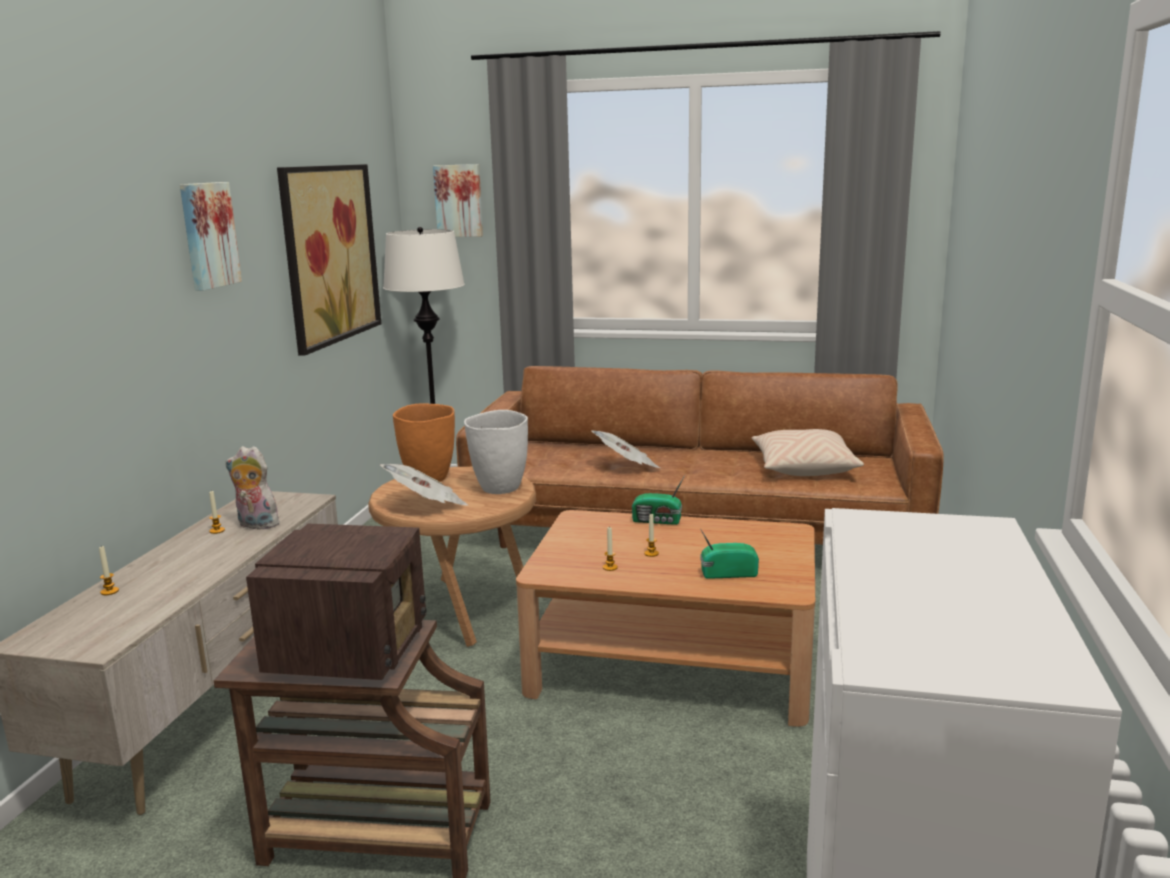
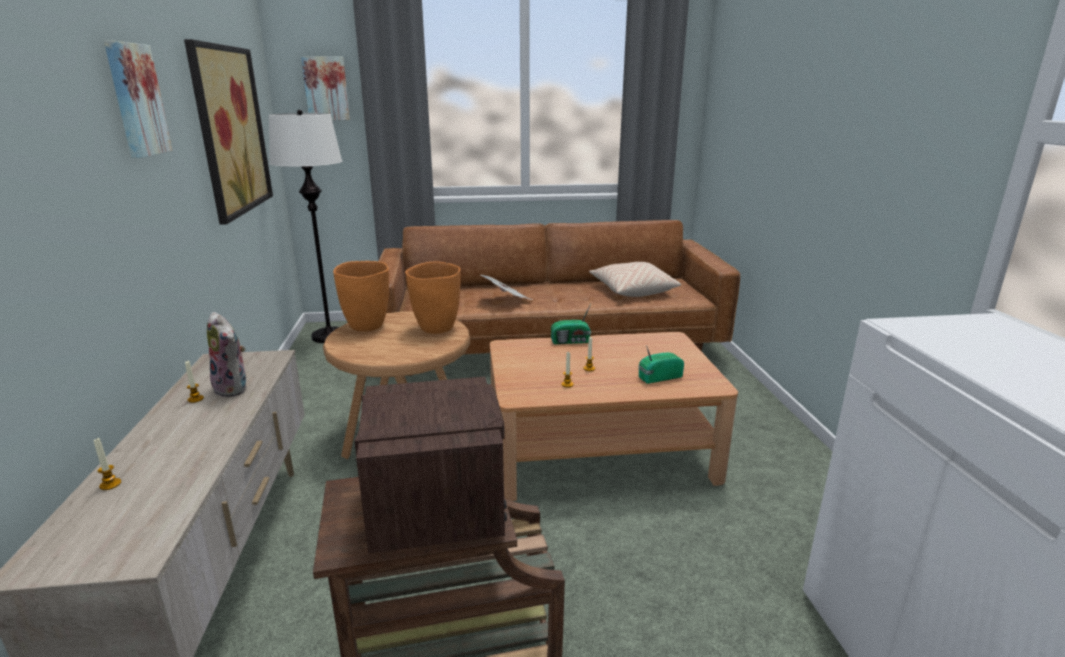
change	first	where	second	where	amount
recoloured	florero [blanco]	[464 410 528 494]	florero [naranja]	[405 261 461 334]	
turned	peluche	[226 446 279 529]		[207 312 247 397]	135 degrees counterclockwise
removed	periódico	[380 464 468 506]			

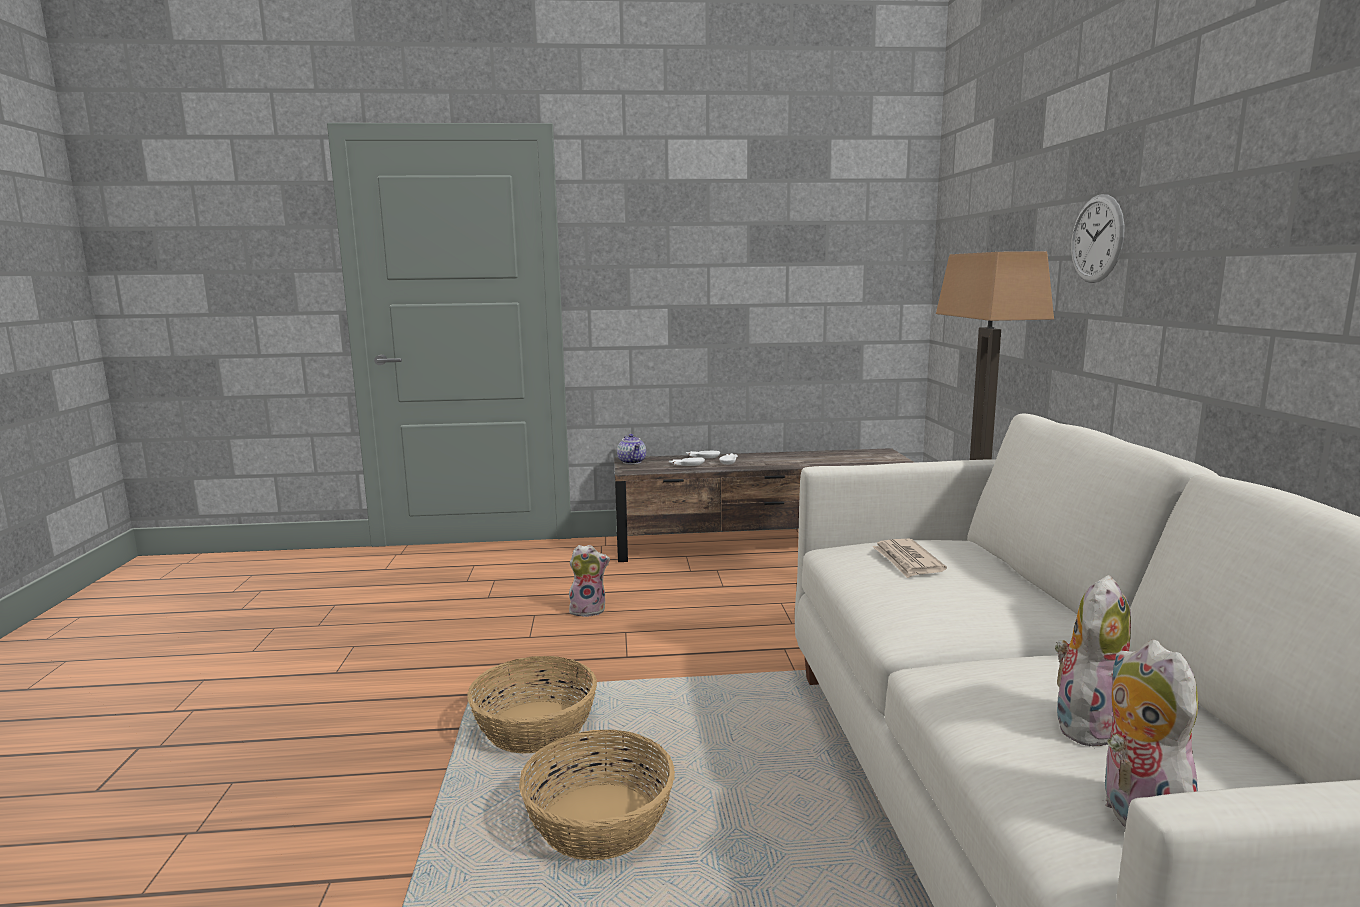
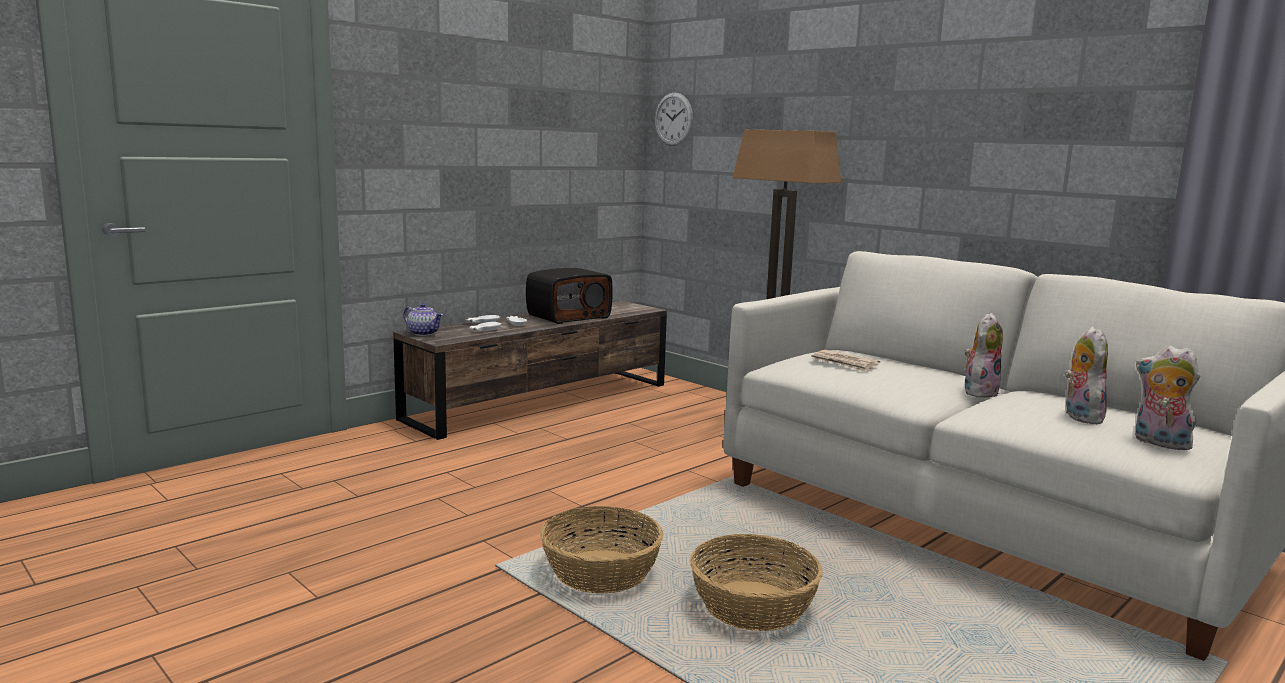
change	first	where	second	where	amount
moved	reloj de pared	[1071 194 1125 283]		[655 93 693 146]	
moved	peluche	[569 545 610 617]		[965 313 1003 398]	
added			radio	[526 268 613 324]	

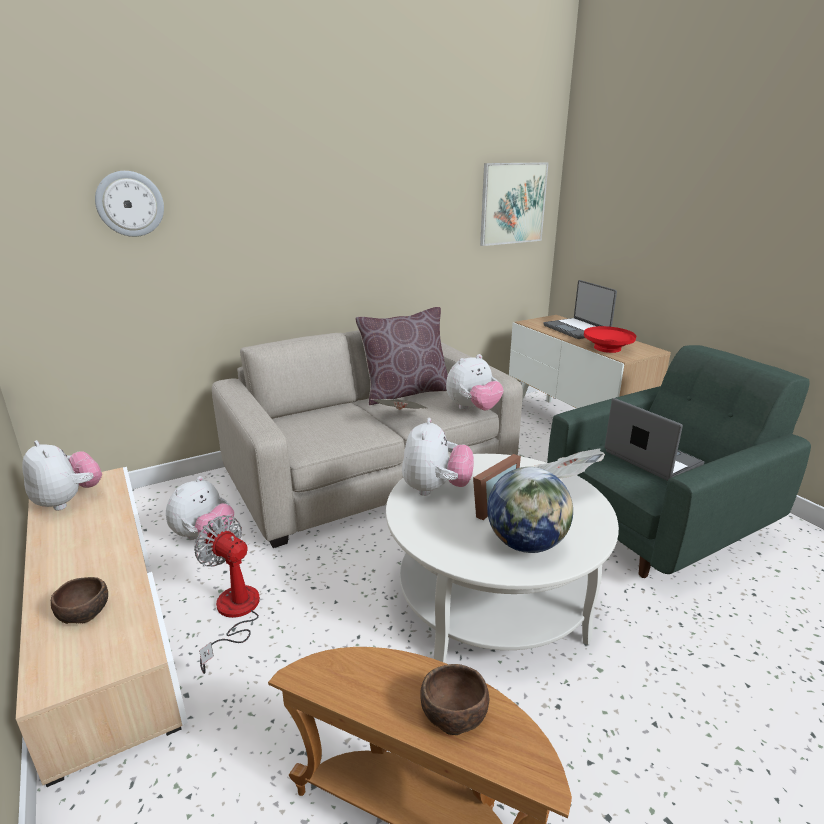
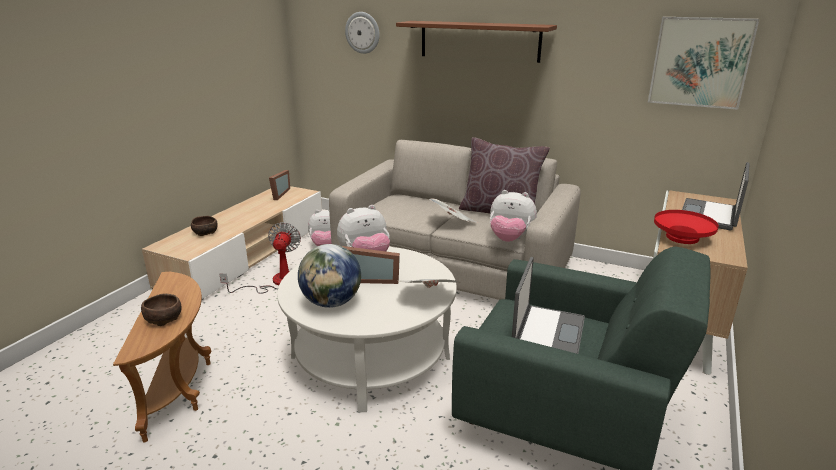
change	first	where	second	where	amount
replaced	peluche	[22 440 102 510]	portarretratos	[269 170 290 200]	
added			estante [marrón]	[396 21 557 63]	

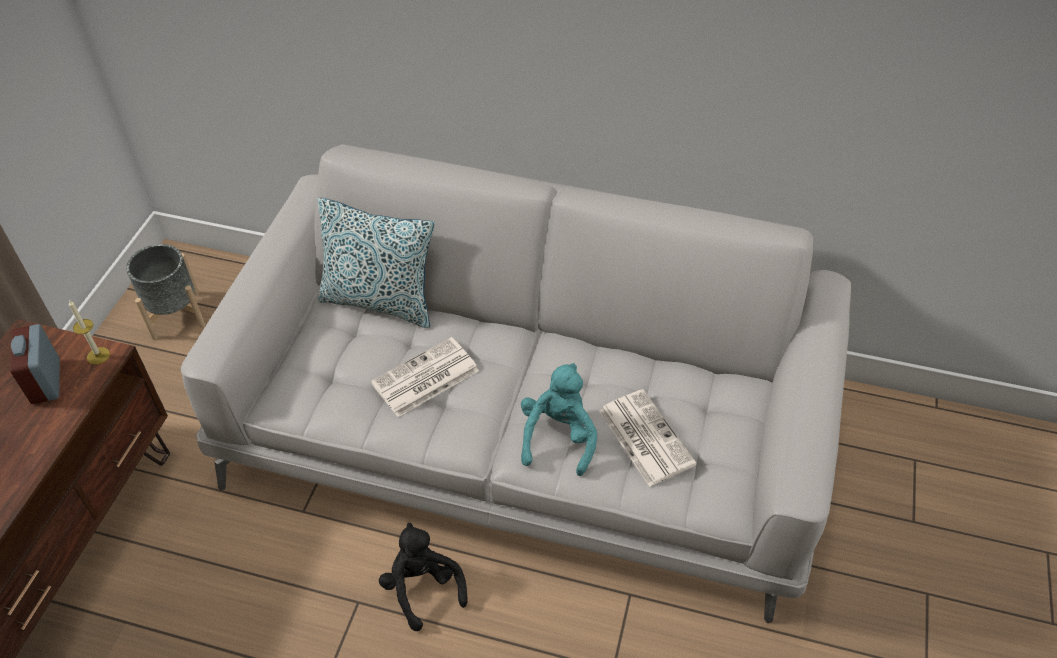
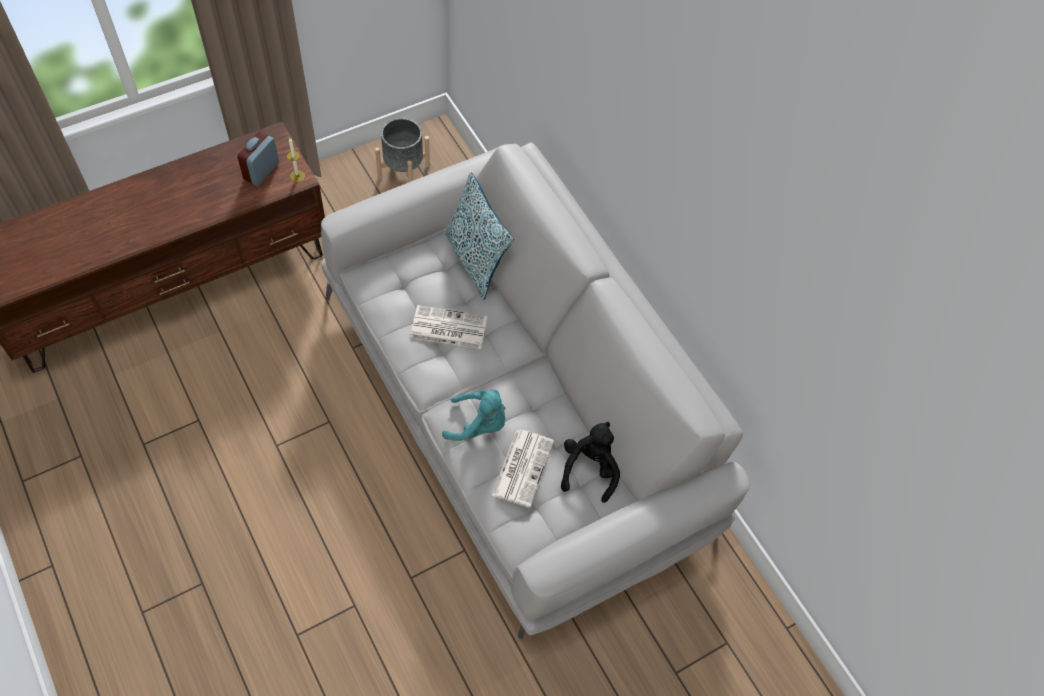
change	first	where	second	where	amount
turned	peluche [turquesa]	[521 363 597 476]		[442 389 506 441]	45 degrees clockwise
moved	peluche [negro]	[379 523 468 631]		[561 422 620 503]	

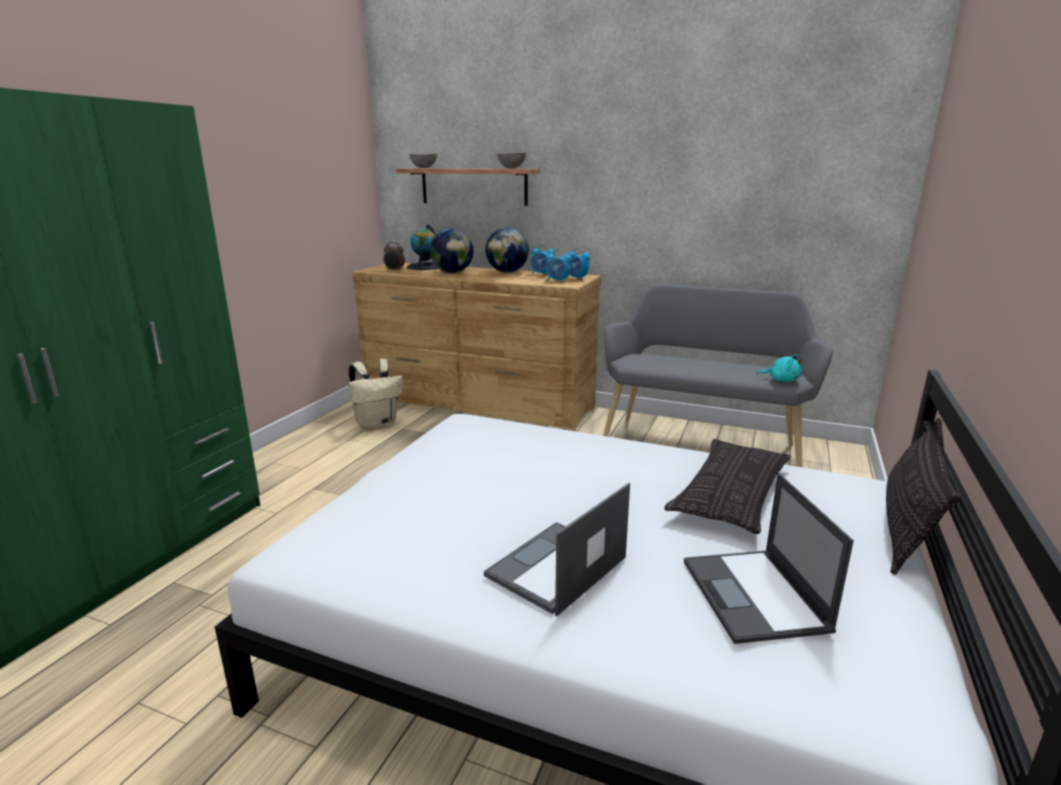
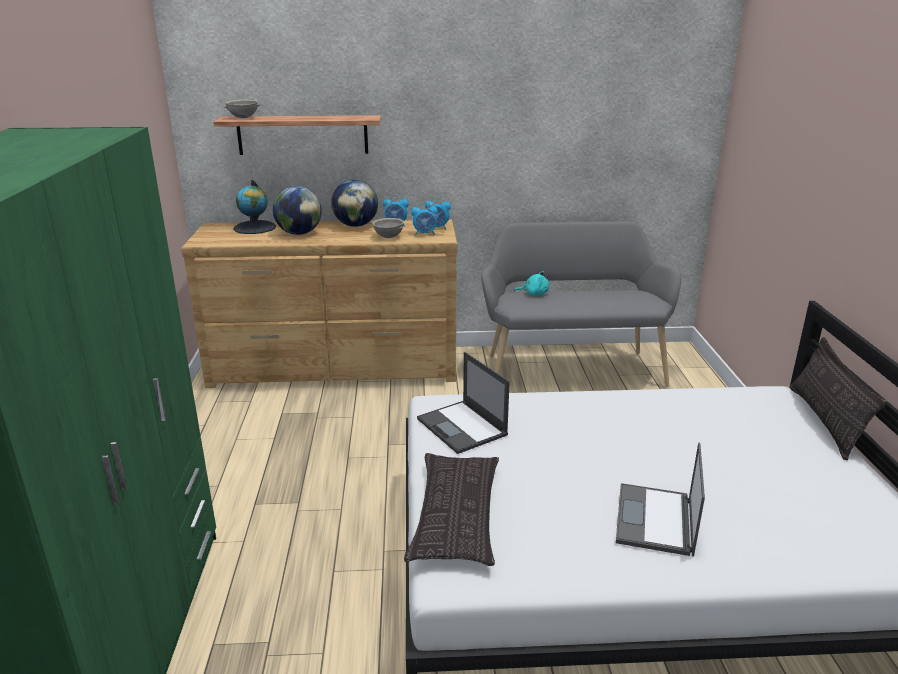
change	first	where	second	where	amount
moved	cuenco [gris]	[496 152 526 169]		[372 218 404 238]	
removed	despertador	[383 242 405 272]			
moved	peluche [turquesa]	[757 354 803 382]		[514 271 550 295]	
removed	mochila [beis]	[349 358 403 431]			
moved	cojín	[664 439 791 534]		[404 453 499 566]	
moved	portátil	[684 473 854 644]		[417 352 510 454]	

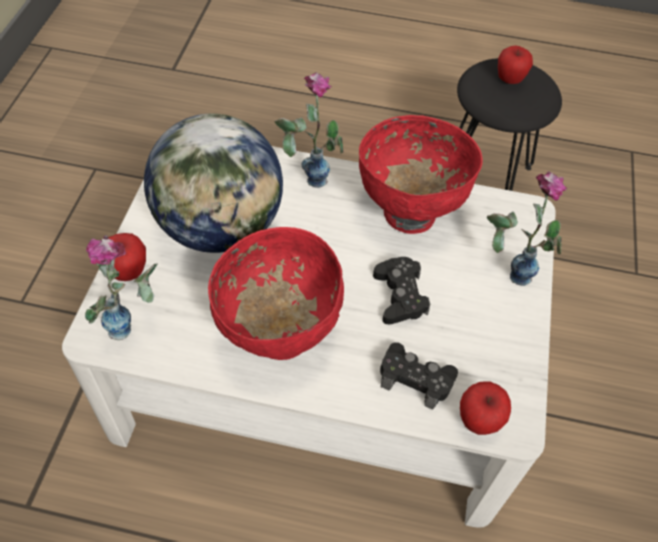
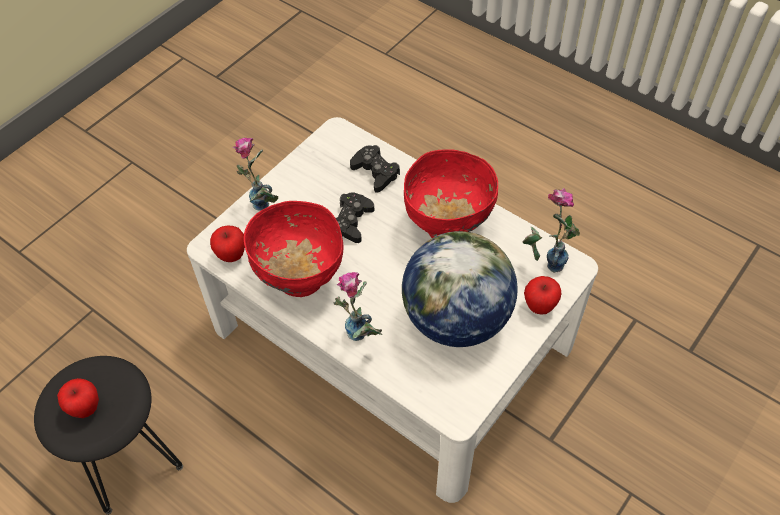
change	first	where	second	where	amount
moved	manzana	[460 381 511 435]		[210 226 245 262]	

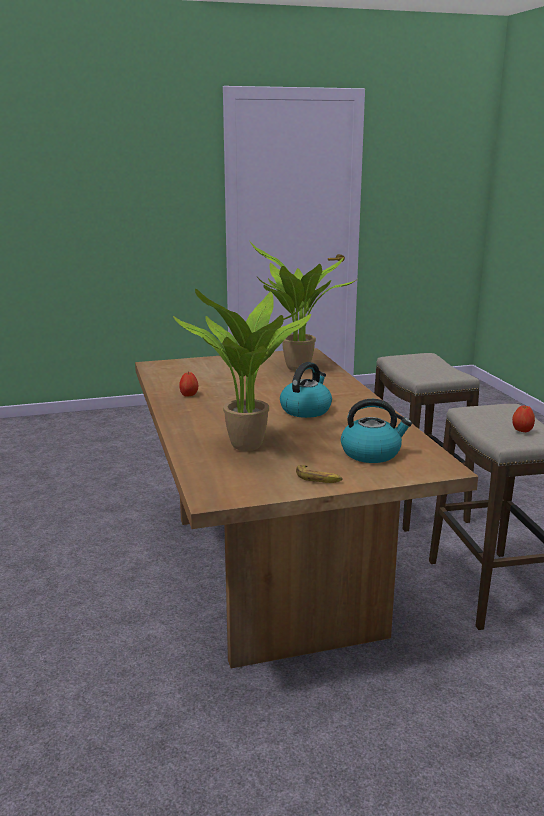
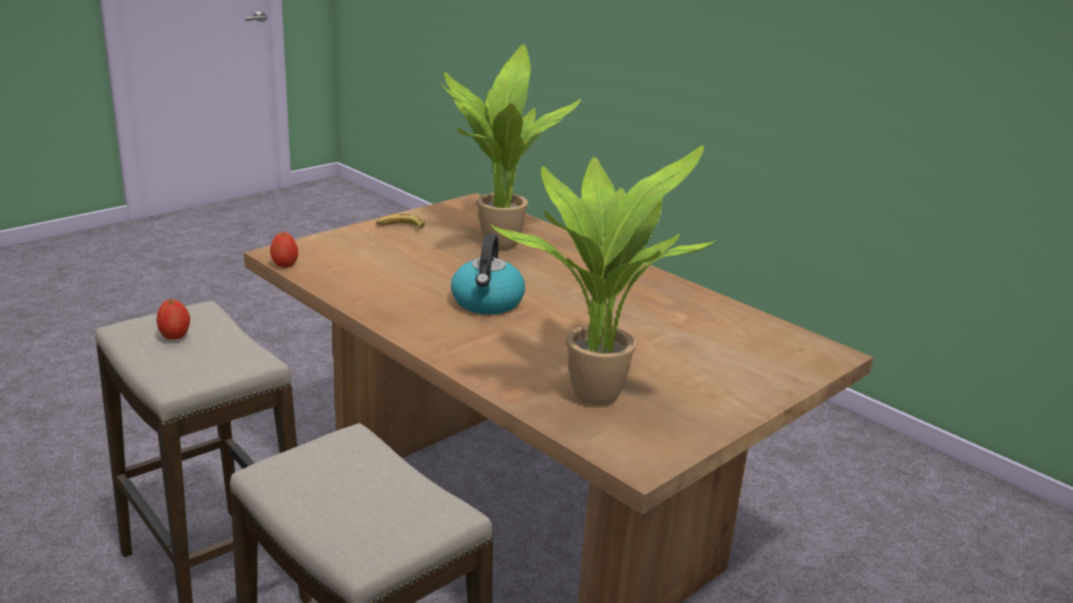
change	first	where	second	where	amount
moved	manzana	[179 372 198 397]		[270 232 298 268]	
removed	hervidor	[341 399 412 463]			

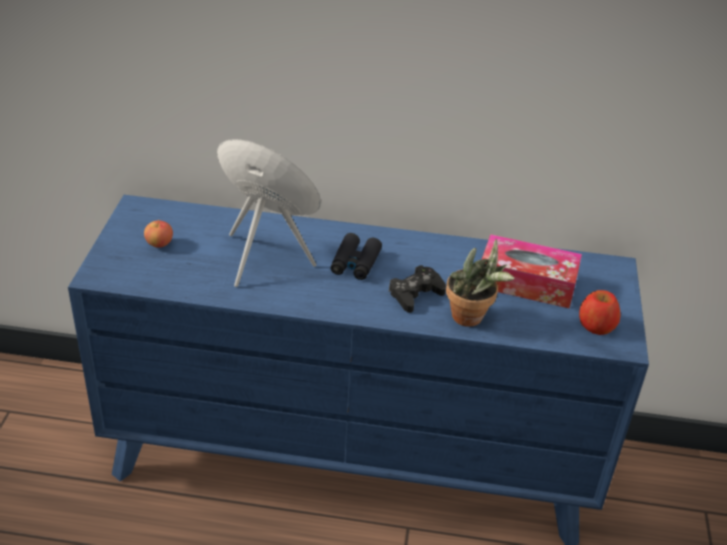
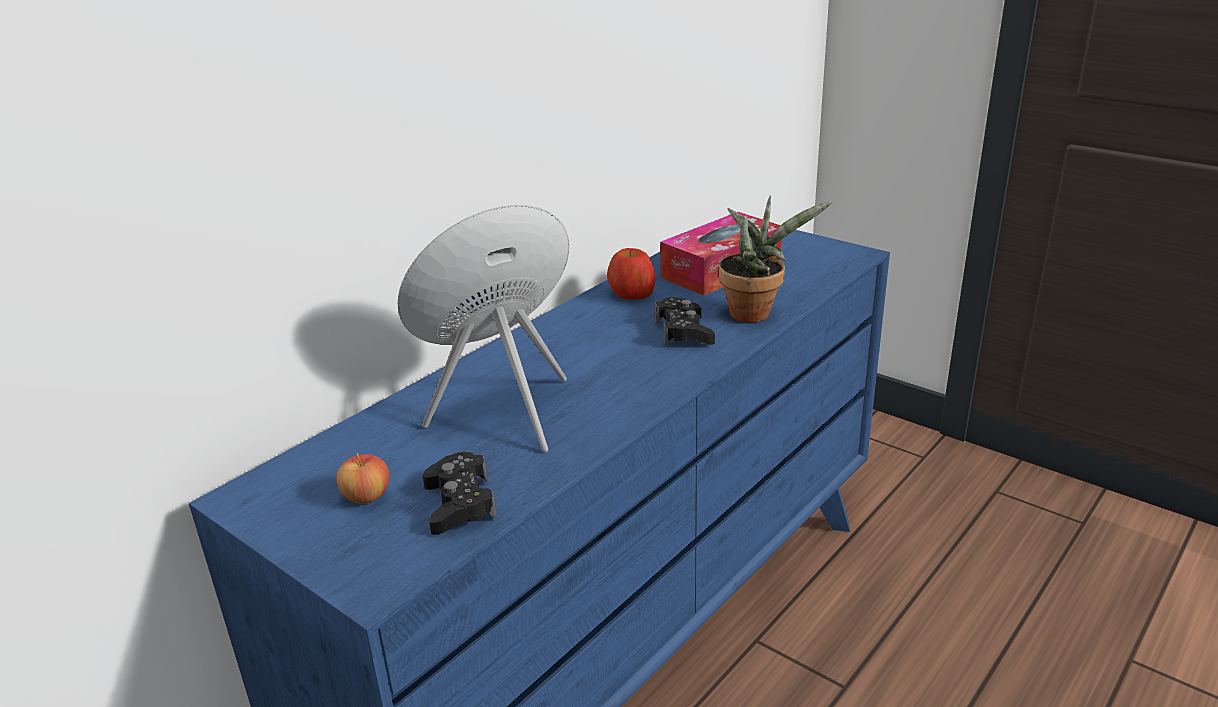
change	first	where	second	where	amount
removed	prismáticos [negro]	[330 233 382 280]			
moved	manzana	[579 290 621 335]		[607 248 655 300]	
added			mando de consola [negro]	[423 452 497 535]	

